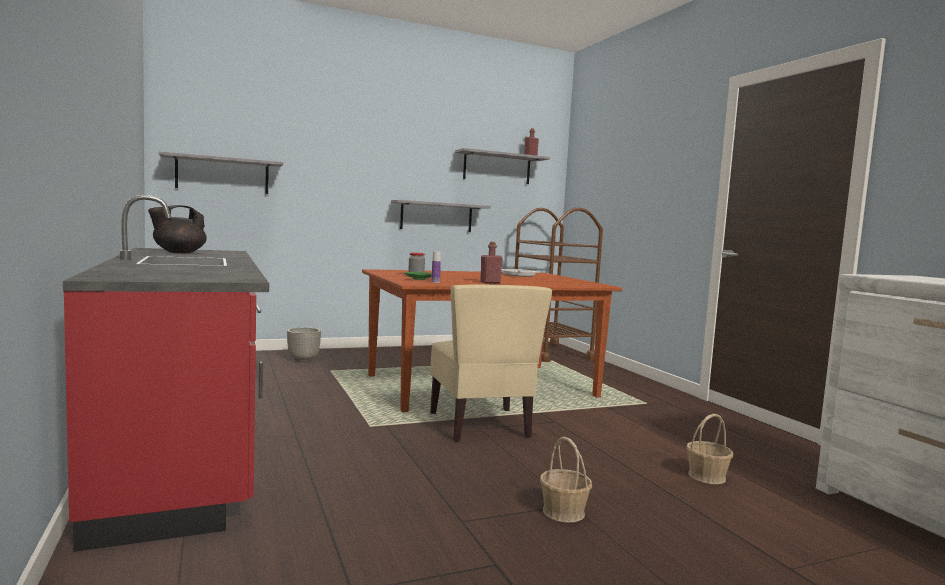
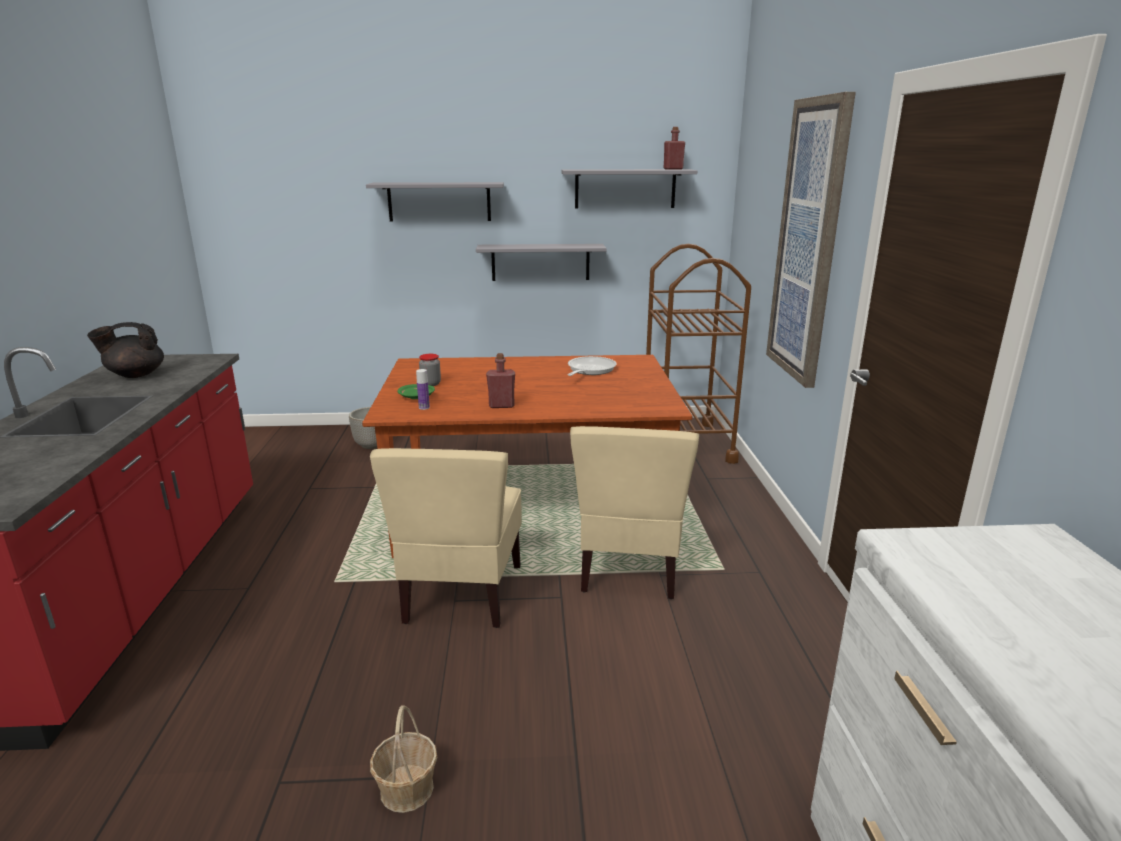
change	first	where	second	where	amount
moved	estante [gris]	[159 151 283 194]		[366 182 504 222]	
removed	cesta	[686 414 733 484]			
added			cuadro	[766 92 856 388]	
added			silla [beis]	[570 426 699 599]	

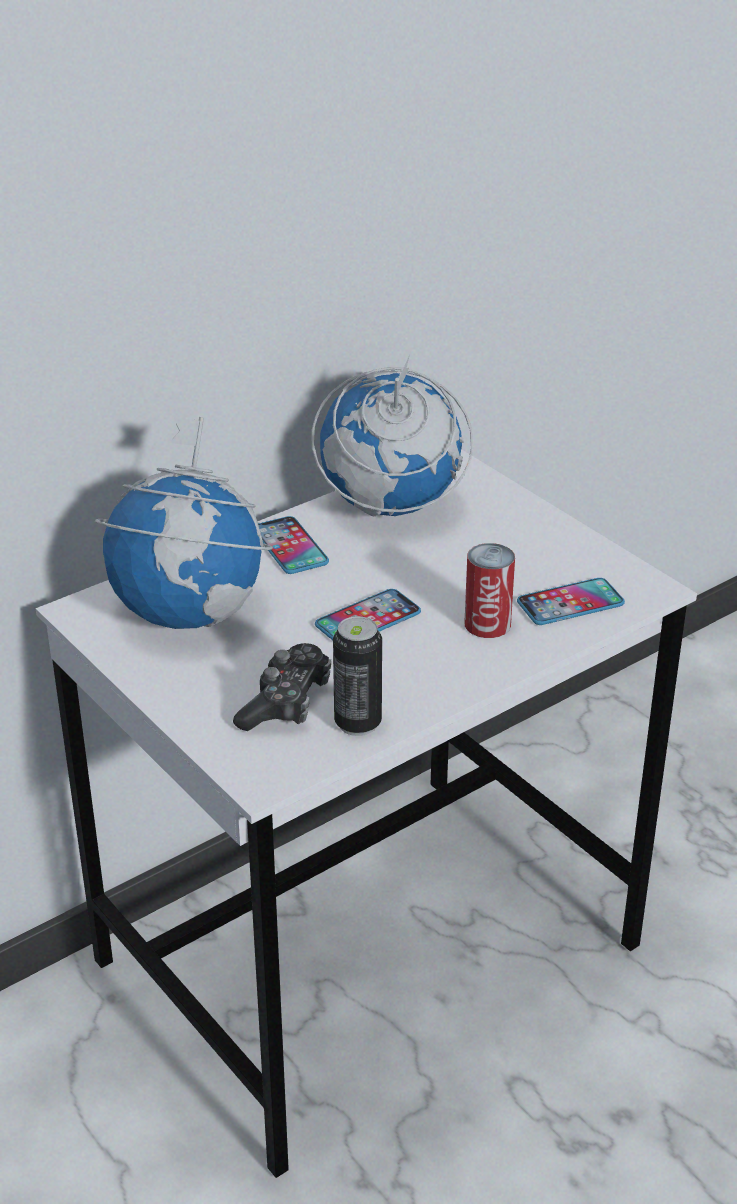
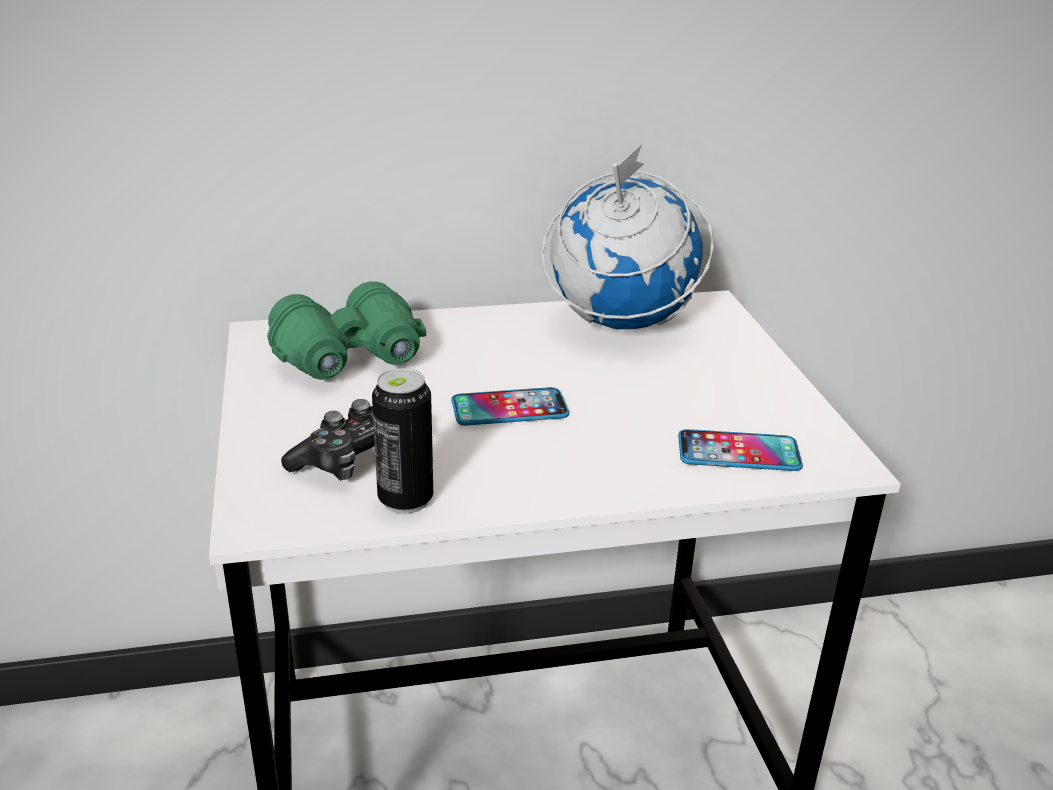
change	first	where	second	where	amount
replaced	globo terráqueo	[95 417 273 629]	prismáticos [verde]	[267 281 426 380]	
removed	móvil	[258 516 329 574]			
removed	lata	[465 543 515 638]			

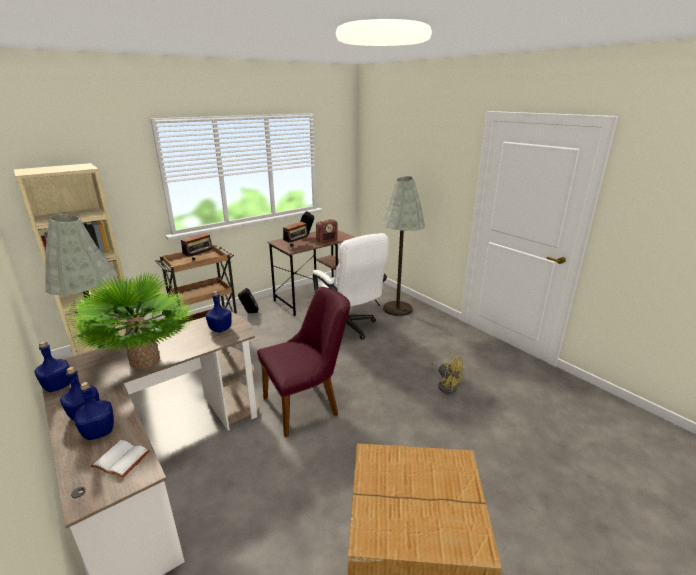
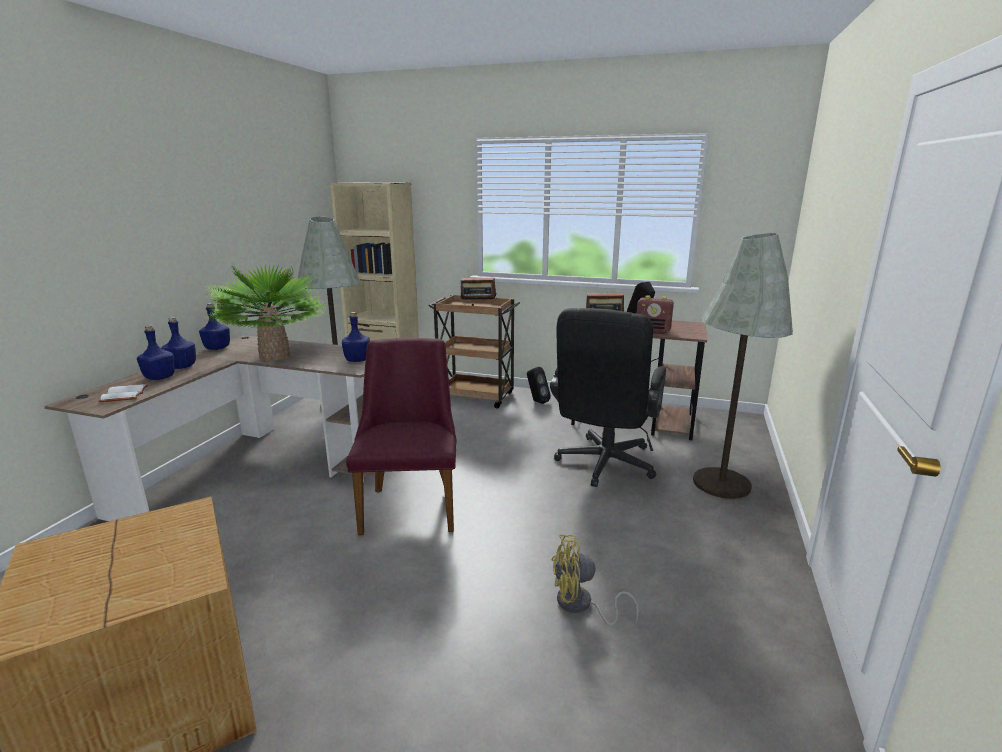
change	first	where	second	where	amount
recoloured	silla de oficina [blanco]	[313 233 389 340]	silla de oficina [negro]	[550 308 666 487]	
turned	silla [morado]	[257 287 350 437]		[346 338 456 535]	120 degrees counterclockwise
turned	ventilador [amarillo]	[431 355 464 394]		[552 535 639 626]	75 degrees clockwise

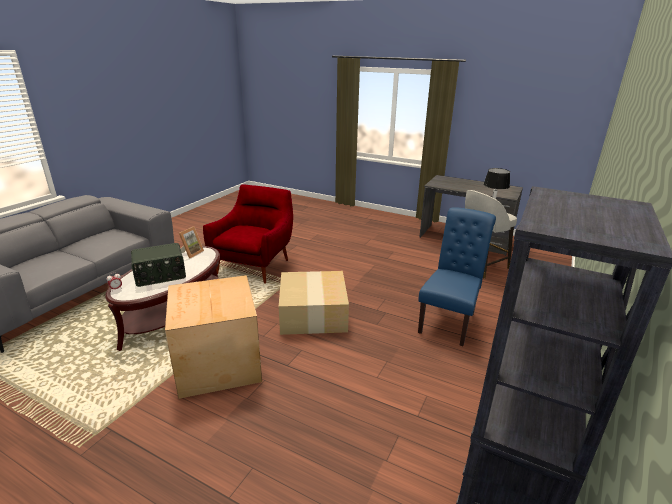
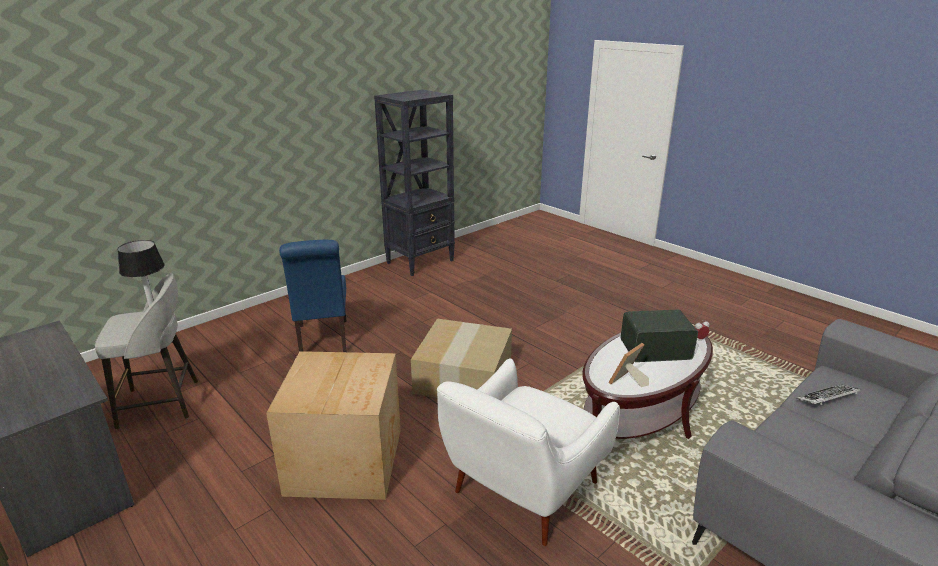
change	first	where	second	where	amount
recoloured	sillón [rojo]	[203 185 293 284]	sillón [blanco]	[437 358 620 546]	
turned	silla [azul]	[418 207 496 346]		[279 240 347 352]	60 degrees counterclockwise
moved	caja de cartón	[165 275 262 399]		[266 351 401 500]	
added			teclado	[797 384 860 405]	

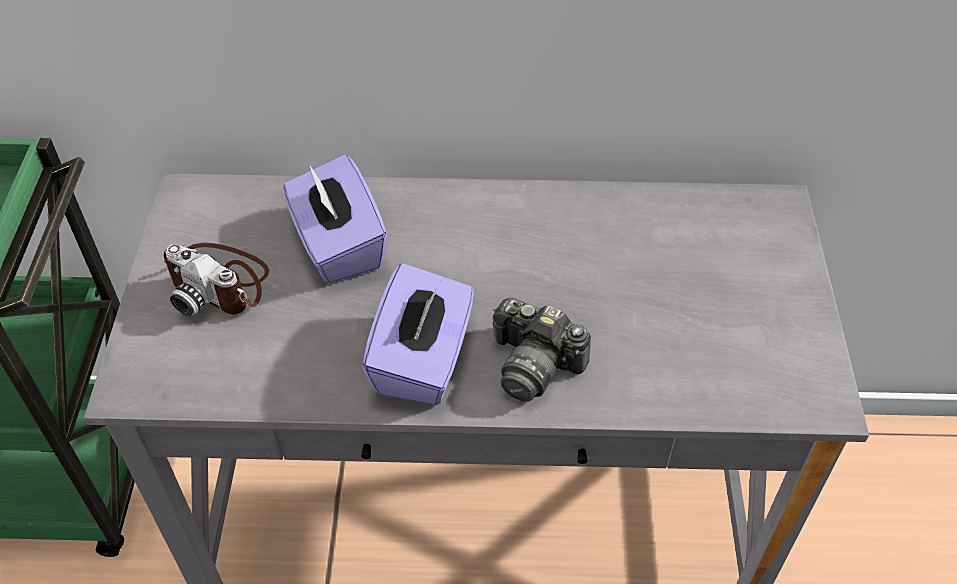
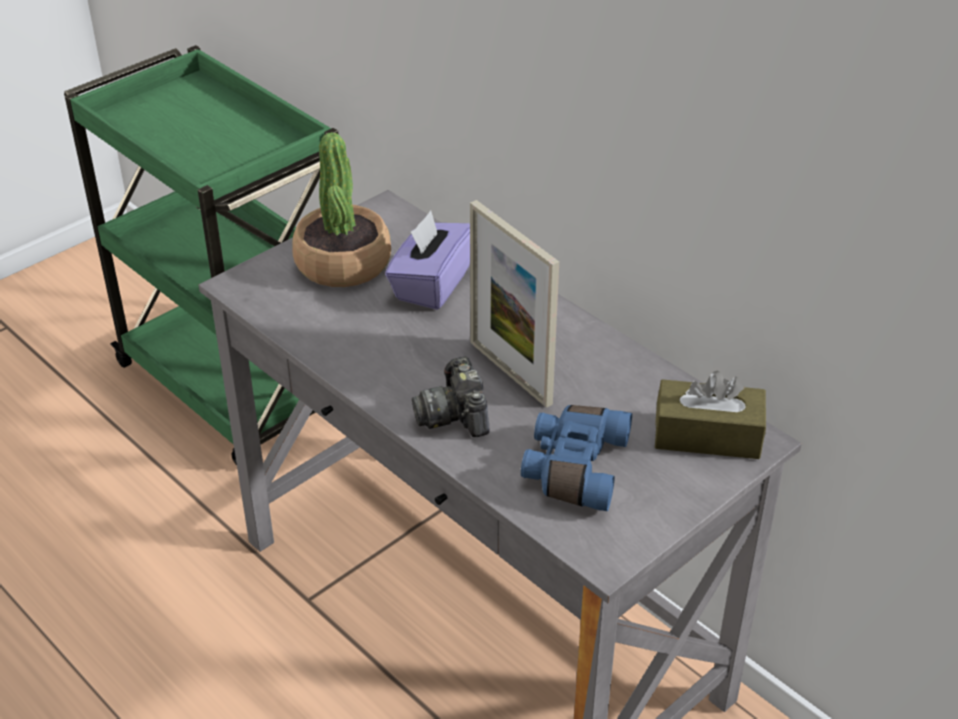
change	first	where	second	where	amount
replaced	cámara	[164 243 269 316]	planta en maceta	[292 132 391 287]	
removed	caja de pañuelos [morado]	[362 263 474 405]			
added			portarretratos	[470 200 559 408]	
added			caja de pañuelos [marrón]	[655 371 766 459]	
added			prismáticos [azul]	[521 405 632 511]	

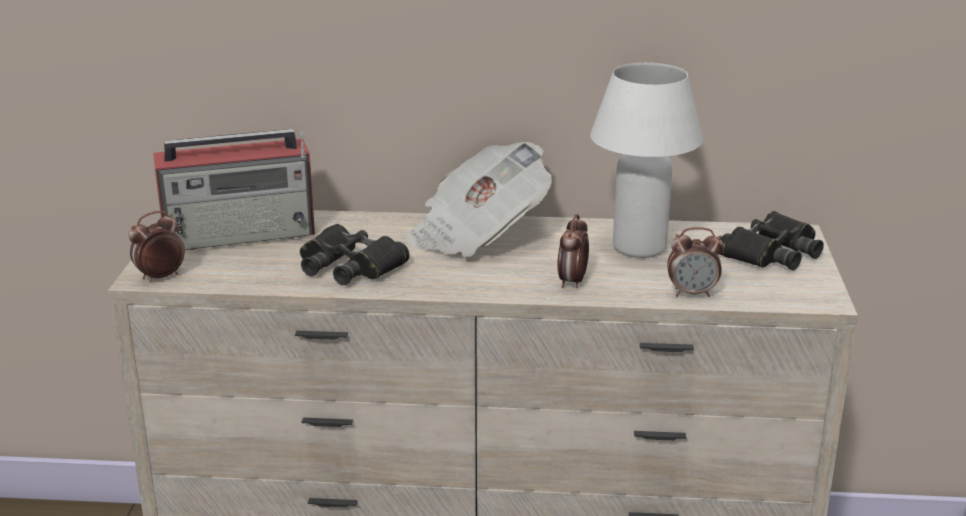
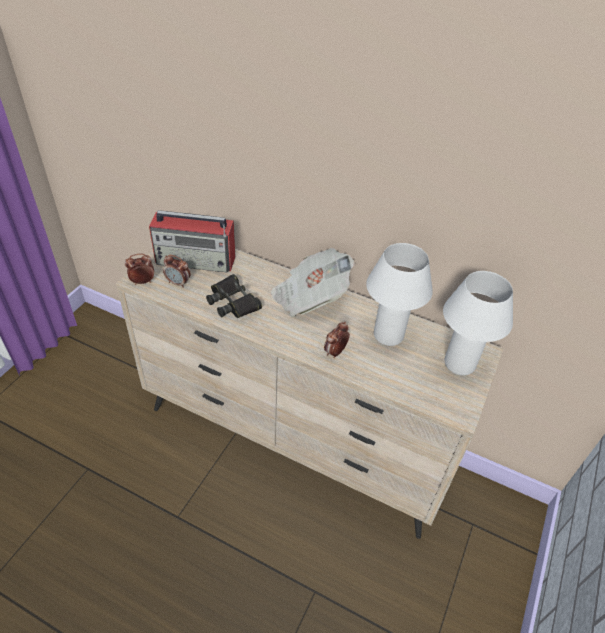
change	first	where	second	where	amount
replaced	prismáticos [negro]	[720 211 824 270]	lámpara de mesa [blanco]	[443 271 513 375]	
moved	despertador	[667 227 724 297]		[163 255 191 288]	

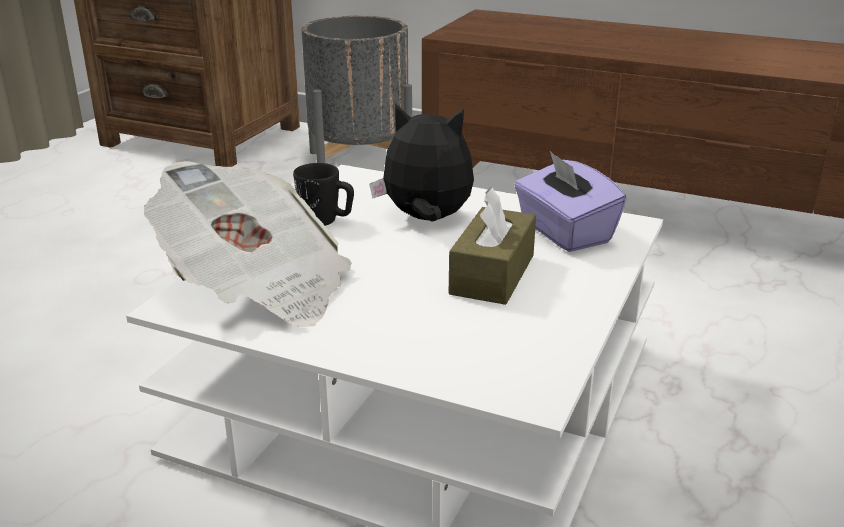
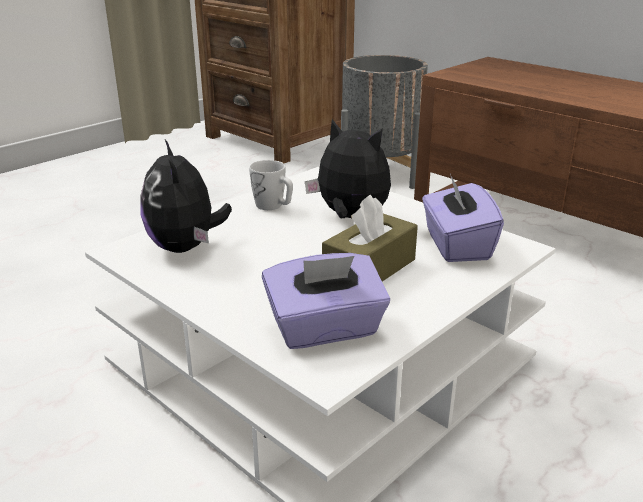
change	first	where	second	where	amount
replaced	periódico	[144 161 352 327]	peluche	[141 140 232 253]	
recoloured	taza grande [negro]	[293 163 354 226]	taza grande [blanco]	[249 160 293 210]	
added			caja de pañuelos [morado]	[262 253 390 349]	

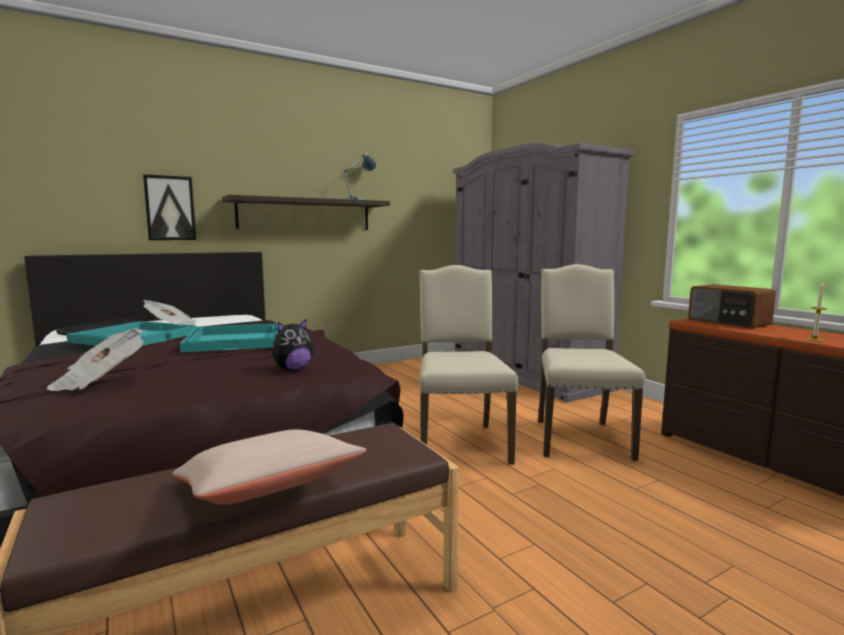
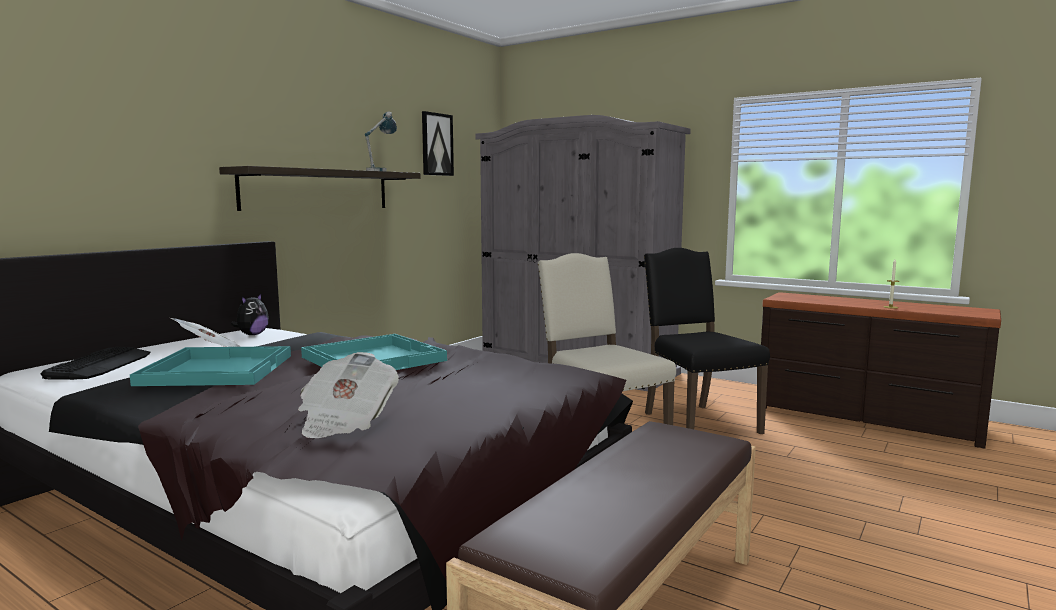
change	first	where	second	where	amount
moved	cuadro	[143 174 196 240]		[422 111 454 176]	
recoloured	silla [beis]	[538 264 645 461]	silla [negro]	[644 248 770 434]	
removed	radio	[688 284 776 329]			
moved	peluche	[272 318 313 371]		[231 294 269 335]	
removed	cojín [beis]	[172 429 366 505]			

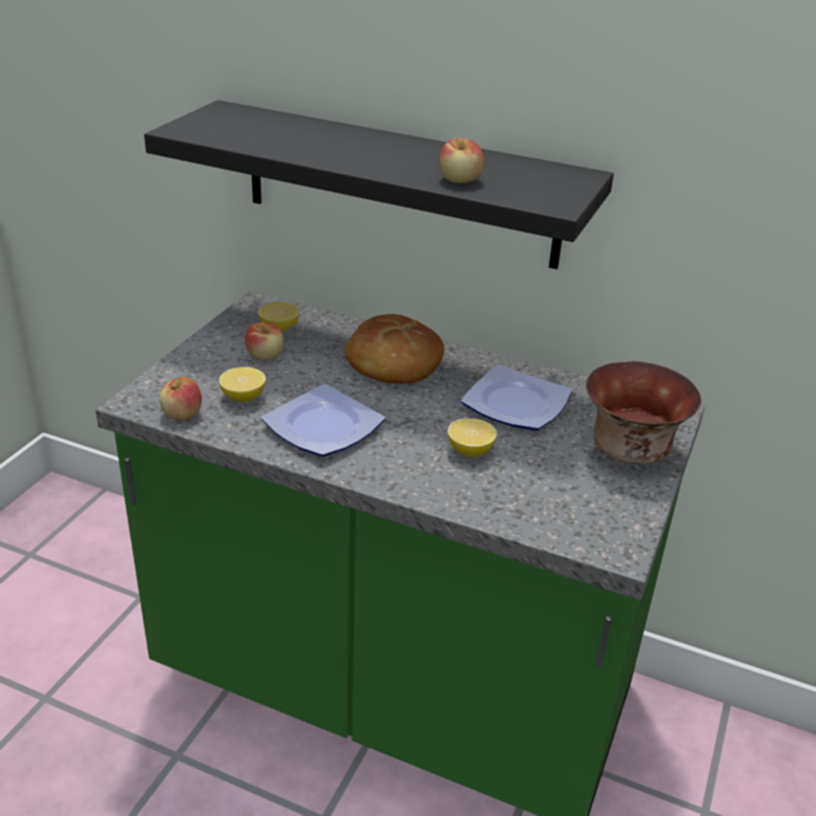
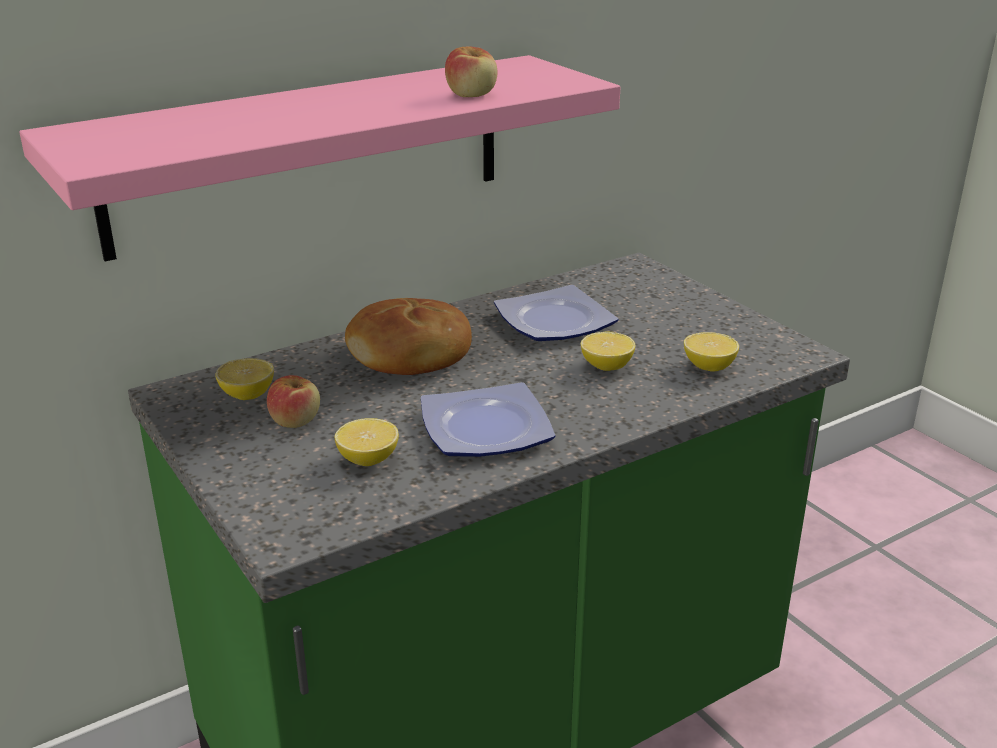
change	first	where	second	where	amount
recoloured	estante [negro]	[144 100 614 269]	estante [rosa]	[19 55 620 261]	
removed	cuenco	[586 361 701 464]			
removed	manzana	[159 377 202 420]			
added			limón	[684 332 739 371]	

